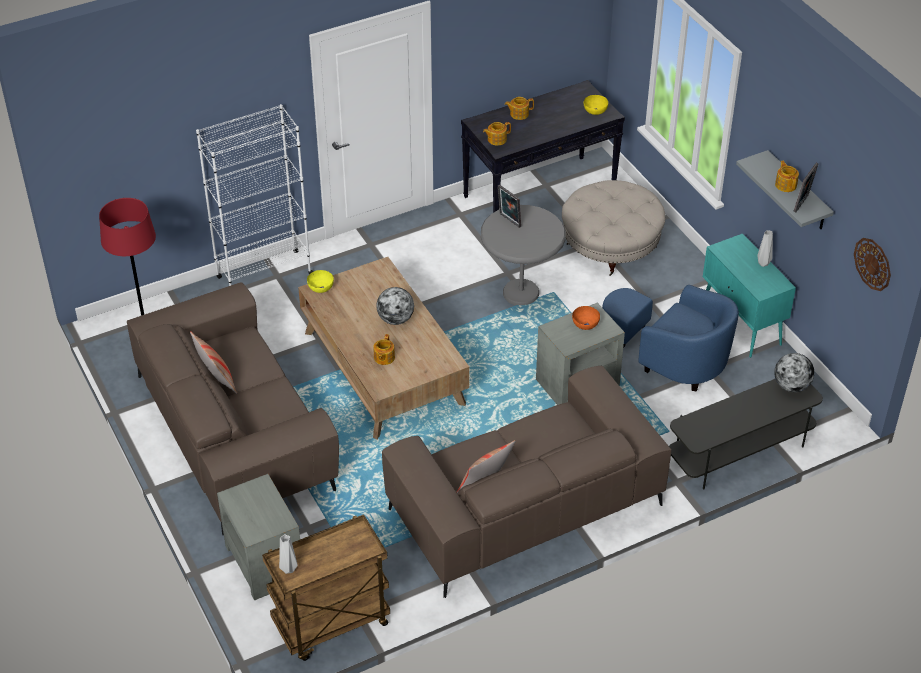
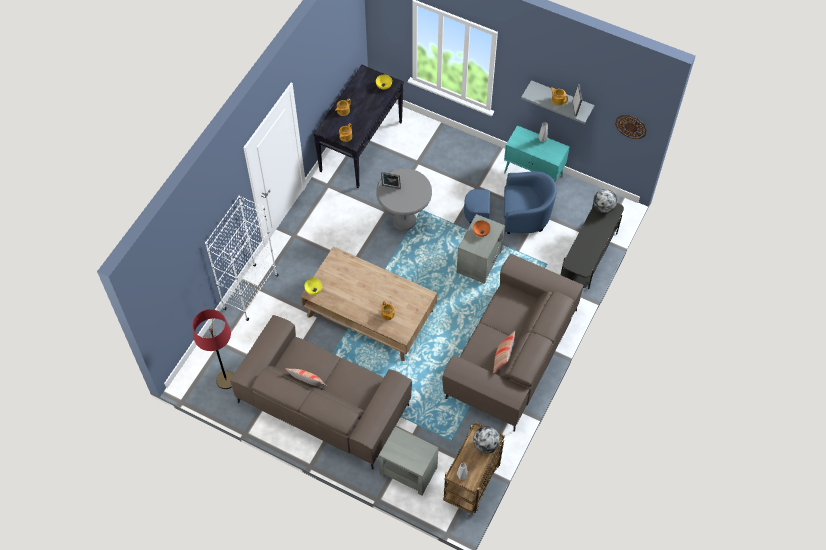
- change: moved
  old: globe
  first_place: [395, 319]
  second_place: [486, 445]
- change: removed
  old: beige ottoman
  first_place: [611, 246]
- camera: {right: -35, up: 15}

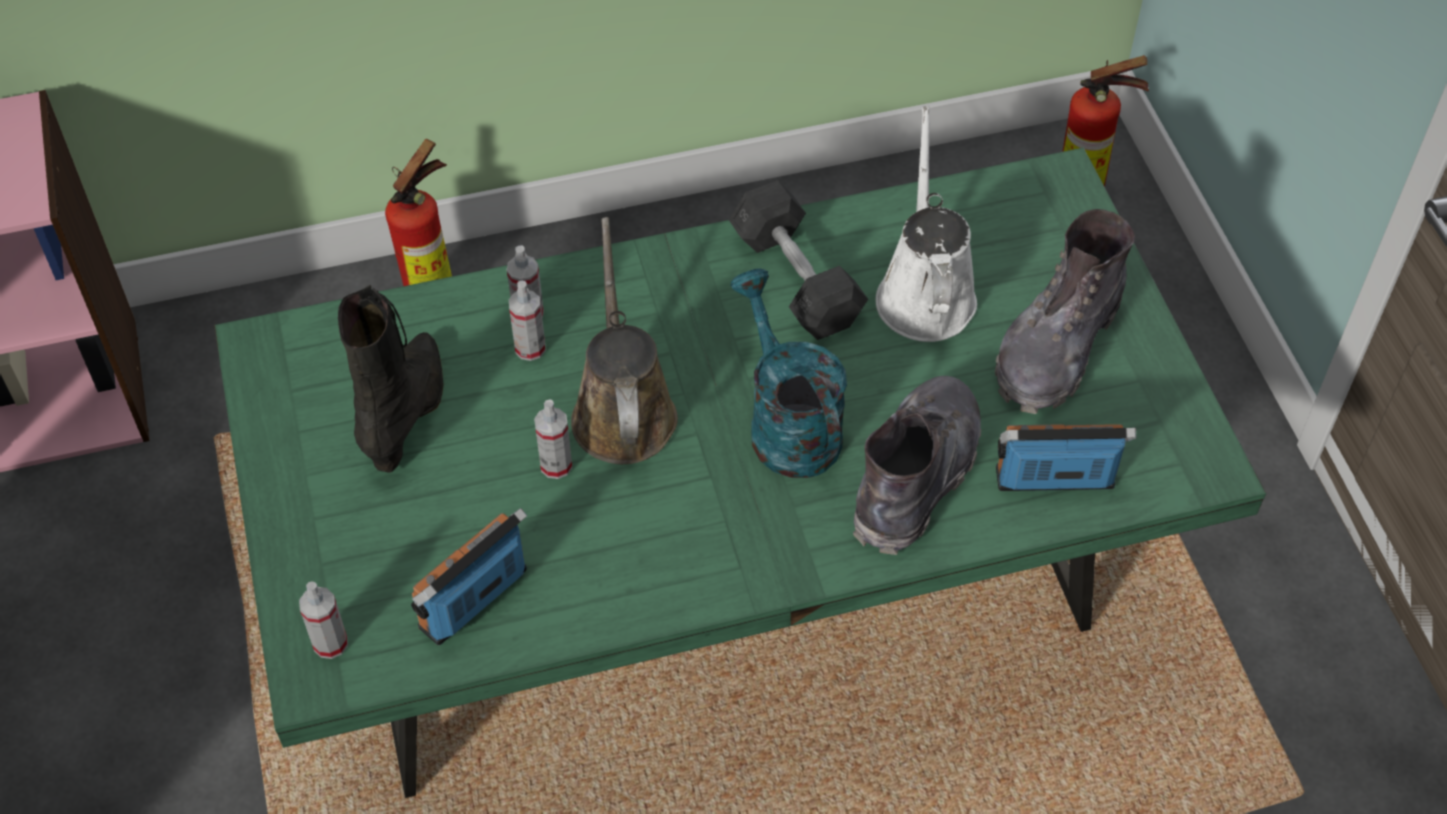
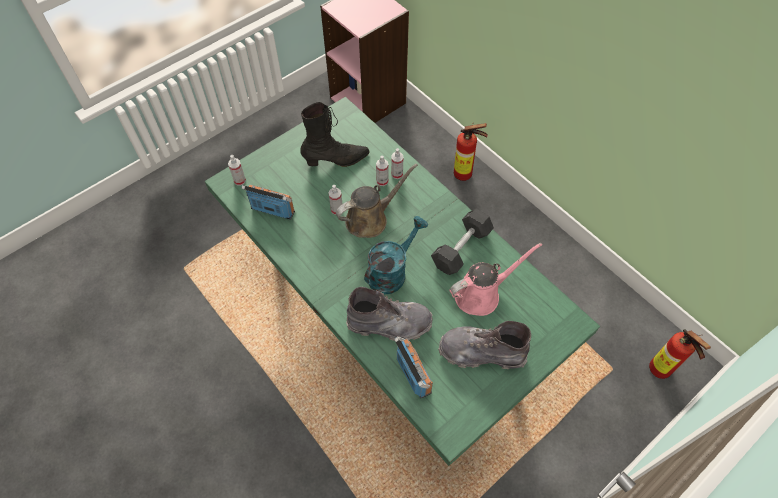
- change: recoloured
  old: white watering can
  new: pink watering can
  first_place: [924, 292]
  second_place: [481, 294]
- camera: {right: 65, up: 5}

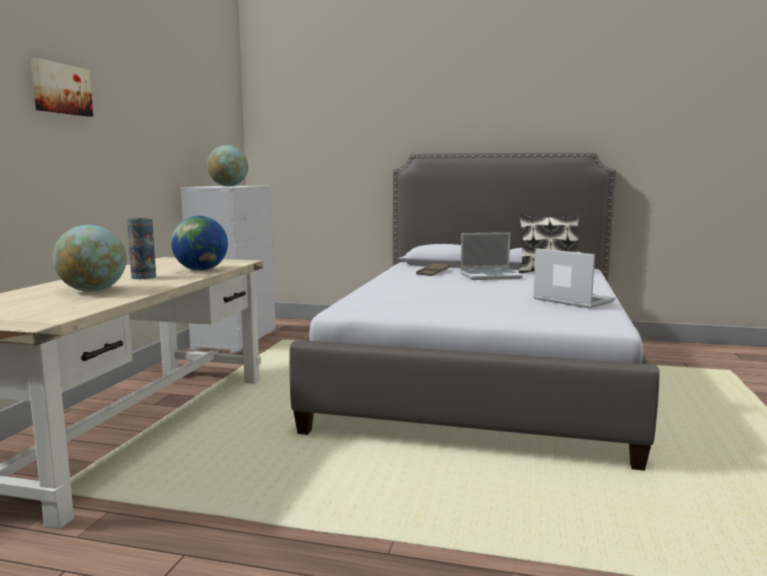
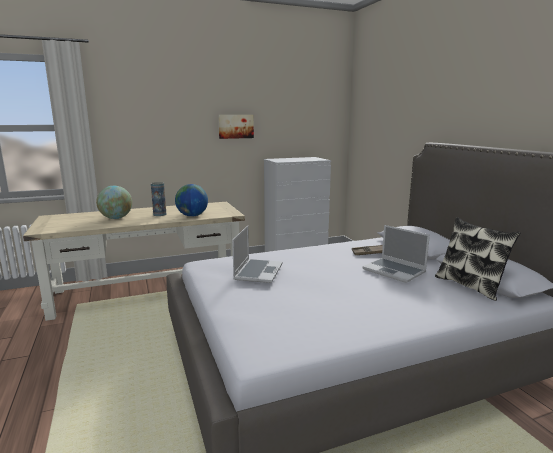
- change: moved
  old: picture
  first_place: [61, 89]
  second_place: [235, 126]
- change: moved
  old: laptop
  first_place: [571, 300]
  second_place: [258, 272]
- change: removed
  old: globe
  first_place: [228, 186]
- camera: {right: 55, up: 5}

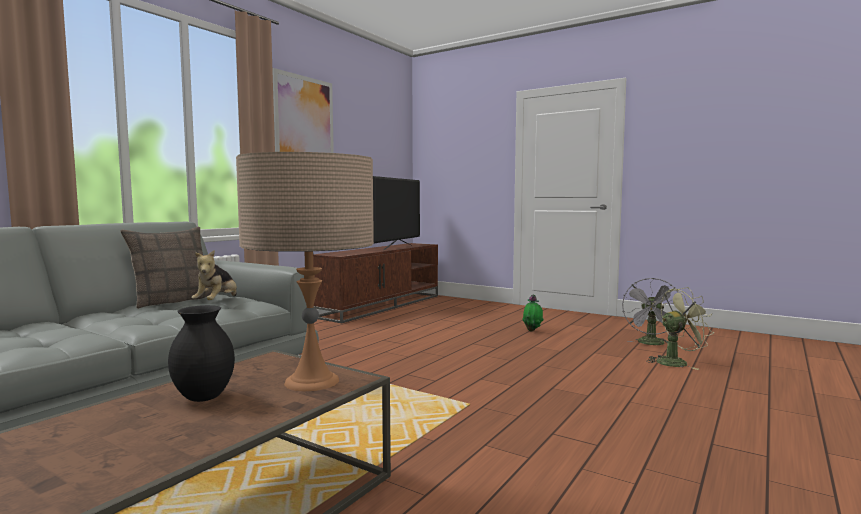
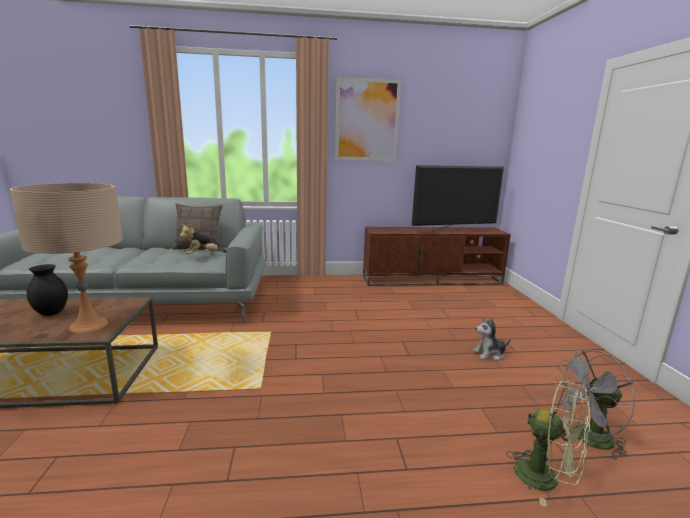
- change: replaced
  old: potted plant
  new: plush toy
  first_place: [532, 330]
  second_place: [489, 354]
- camera: {right: 50, up: 10}

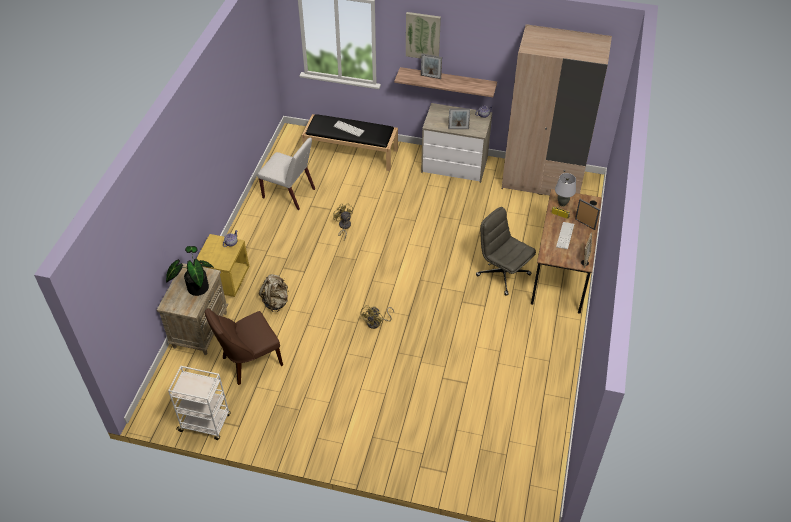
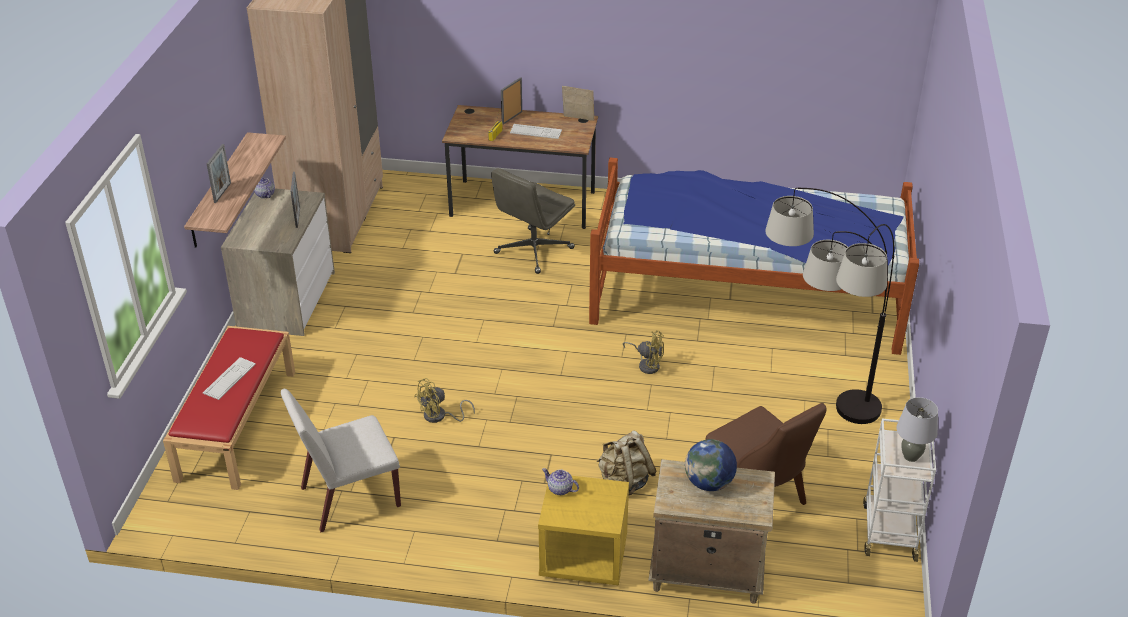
- change: recoloured
  old: black bench
  new: red bench
  first_place: [351, 153]
  second_place: [236, 424]
- change: turned
  old: white chair
  first_place: [289, 193]
  second_place: [349, 497]
  degrees: -135
- change: added
  new: bed
  second_place: [746, 295]
- change: replaced
  old: potted plant
  new: globe
  first_place: [195, 287]
  second_place: [709, 483]
- change: added
  new: floor lamp
  second_place: [818, 431]
- change: moved
  old: grey table lamp
  first_place: [562, 203]
  second_place: [911, 457]
- change: removed
  old: picture
  first_place: [423, 36]
- camera: {right: -95, up: -10}

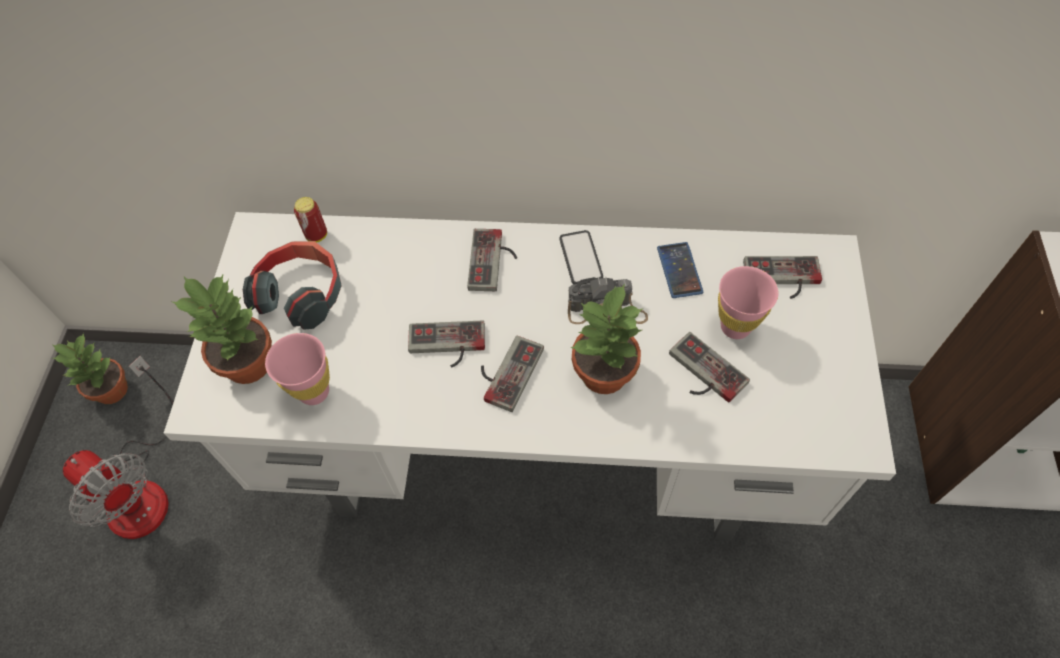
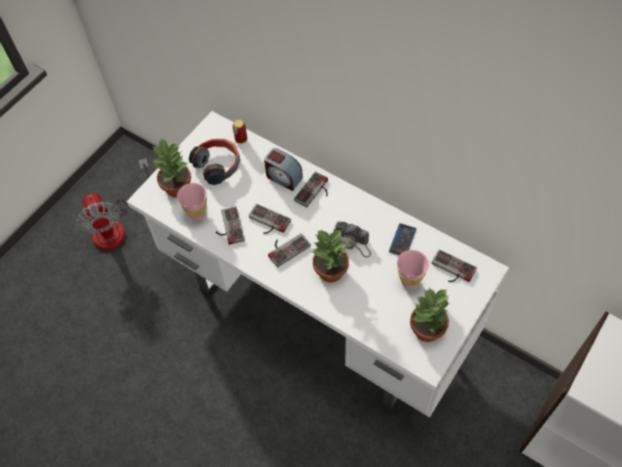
- change: moved
  old: game controller
  first_place: [702, 374]
  second_place: [228, 227]
- change: added
  new: alarm clock
  second_place: [283, 177]
- change: moved
  old: potted plant
  first_place: [112, 391]
  second_place: [427, 330]
- change: removed
  old: phone
  first_place: [580, 258]
- camera: {right: 30, up: 0}

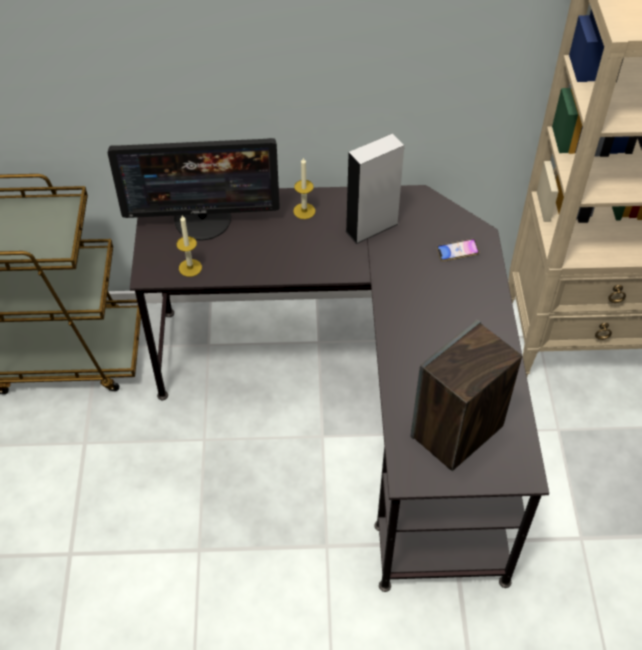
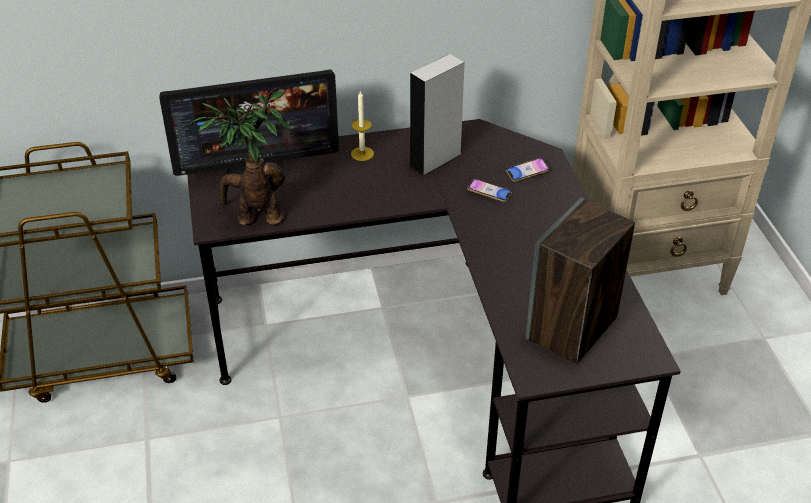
- change: replaced
  old: candle
  new: potted plant
  first_place: [190, 268]
  second_place: [255, 216]
- change: added
  new: phone
  second_place: [489, 193]
- camera: {right: -10, up: -10}

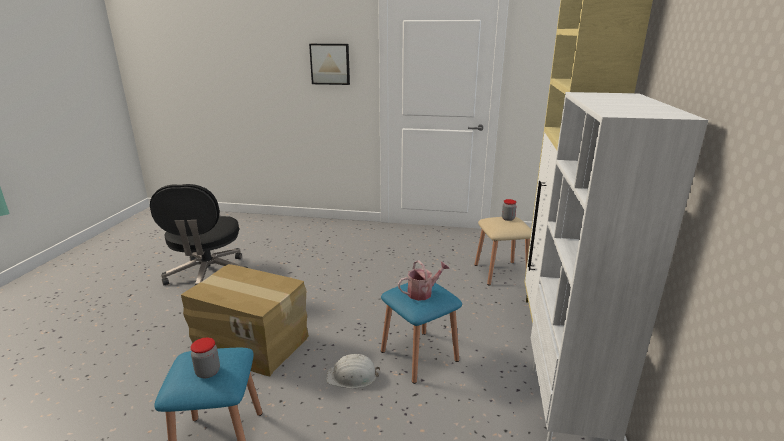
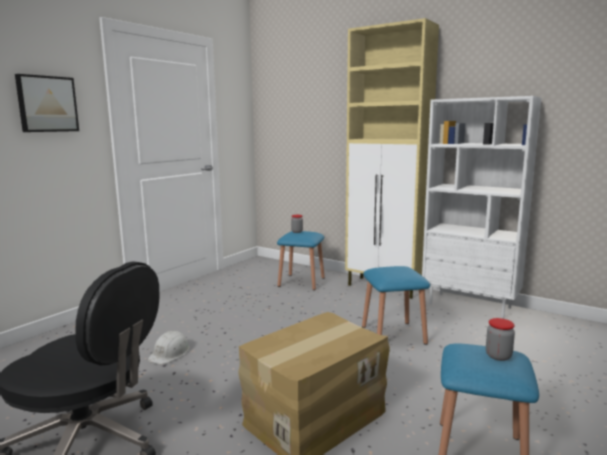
- change: moved
  old: white hard hat
  first_place: [352, 376]
  second_place: [170, 353]
- change: recoloured
  old: beige stool
  new: blue stool
  first_place: [501, 273]
  second_place: [301, 282]
- change: removed
  old: watering can
  first_place: [423, 292]
- camera: {right: -65, up: -10}

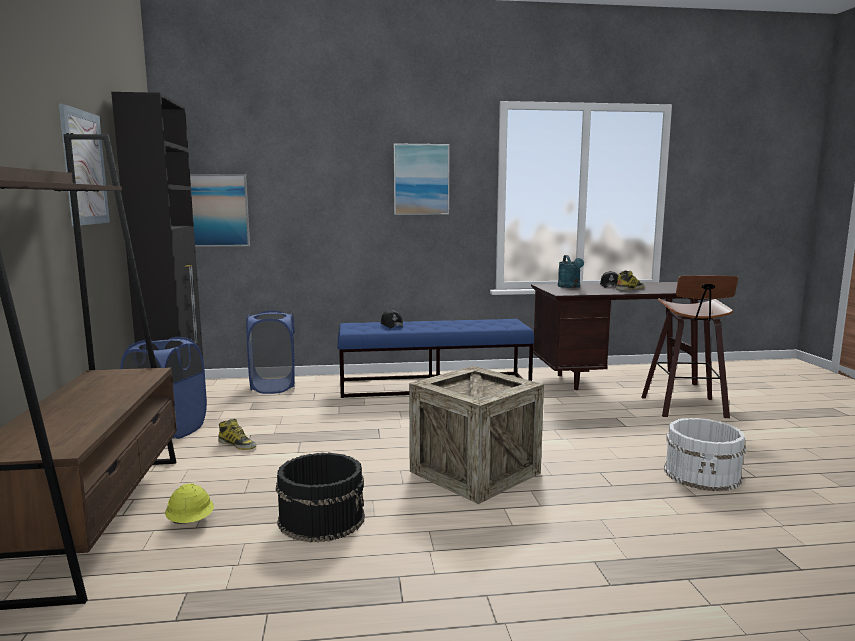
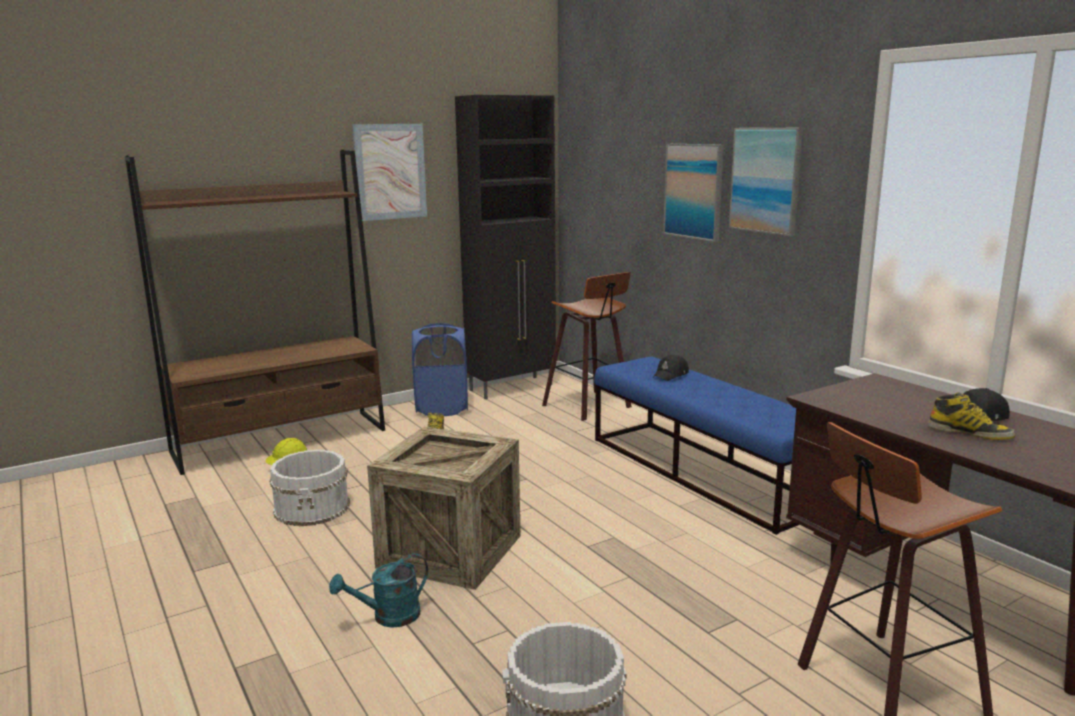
- change: recoloured
  old: black bucket
  new: white bucket
  first_place: [322, 519]
  second_place: [313, 508]
- change: moved
  old: turquoise watering can
  first_place: [570, 287]
  second_place: [388, 617]
- change: replaced
  old: blue laundry basket
  new: stool
  first_place: [273, 386]
  second_place: [590, 406]
- change: moved
  old: picture
  first_place: [218, 210]
  second_place: [694, 191]
- camera: {right: 65, up: 5}

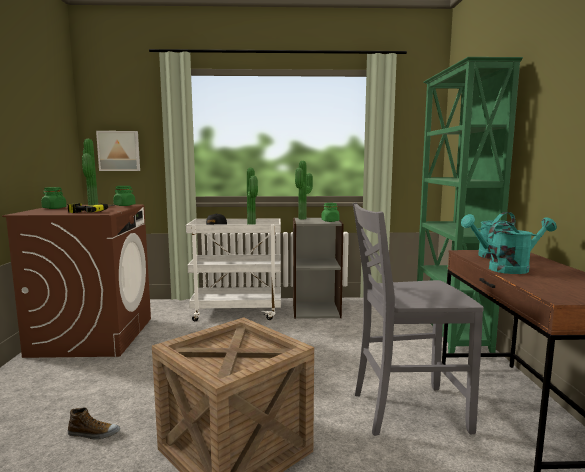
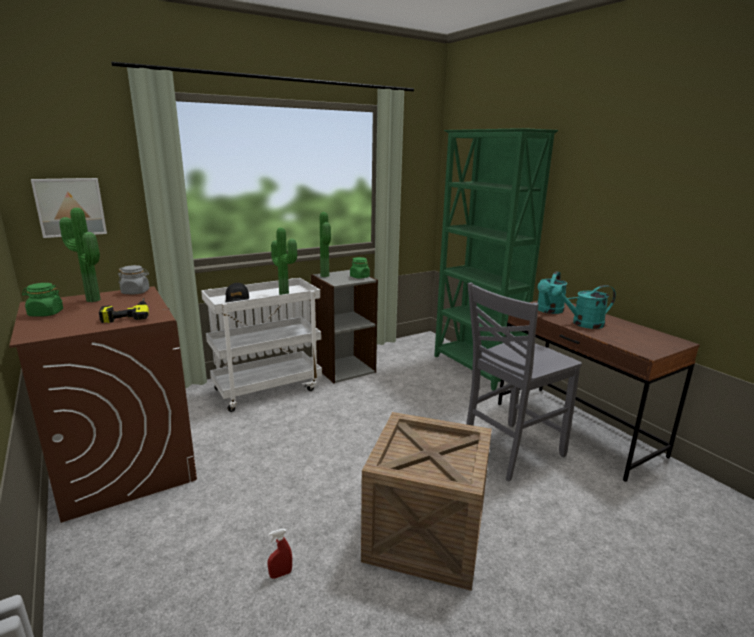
- change: recoloured
  old: green jar
  new: grey jar
  first_place: [124, 205]
  second_place: [136, 292]
- change: replaced
  old: shoe
  new: red spray bottle
  first_place: [93, 434]
  second_place: [280, 574]
- change: turned
  old: turquoise watering can
  first_place: [514, 268]
  second_place: [582, 324]
  degrees: -135
- camera: {right: -30, up: 10}

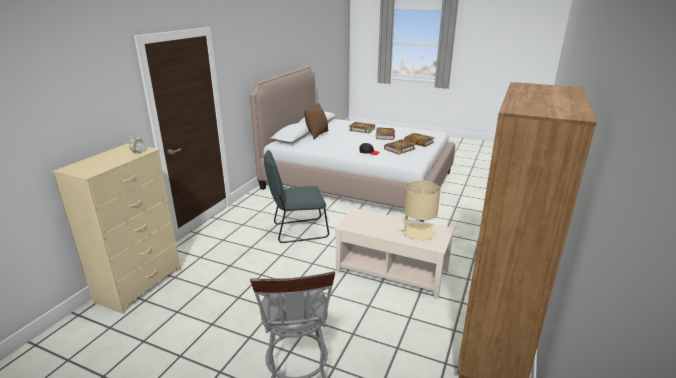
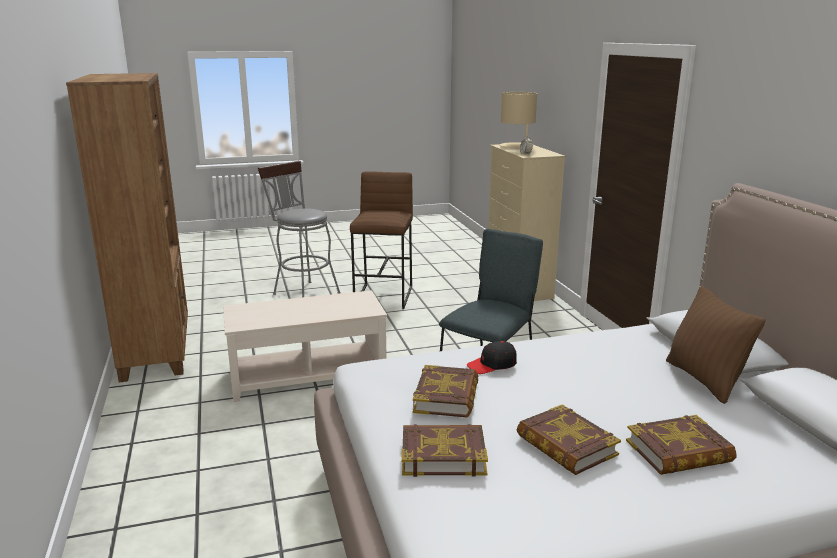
- change: added
  new: brown stool
  second_place: [384, 296]
- change: moved
  old: beige table lamp
  first_place: [418, 232]
  second_place: [517, 146]
- camera: {right: 140, up: -5}

